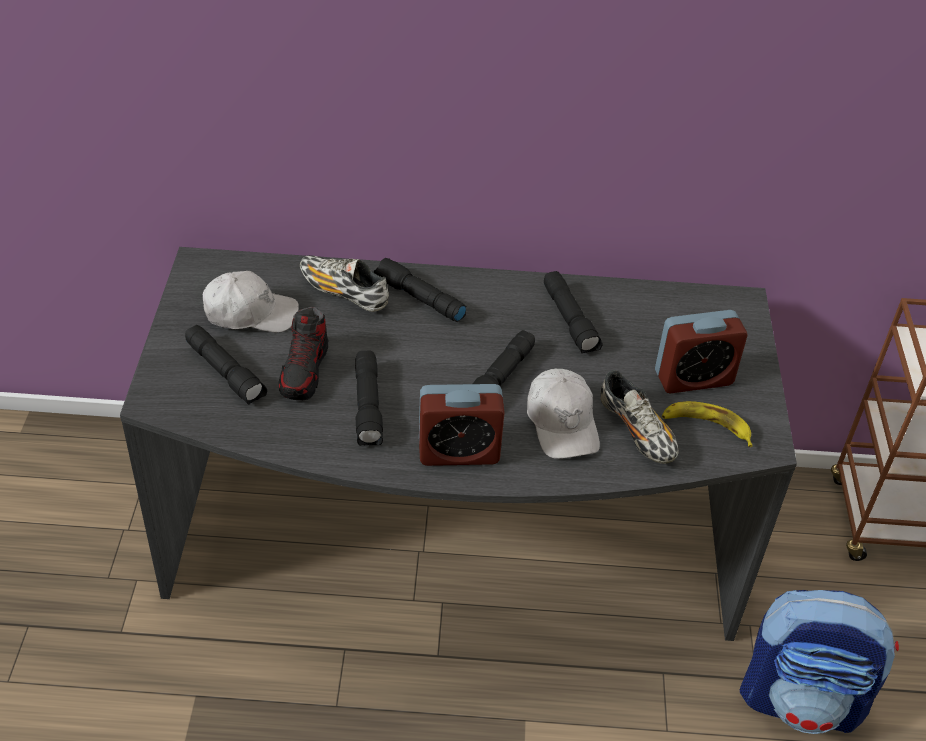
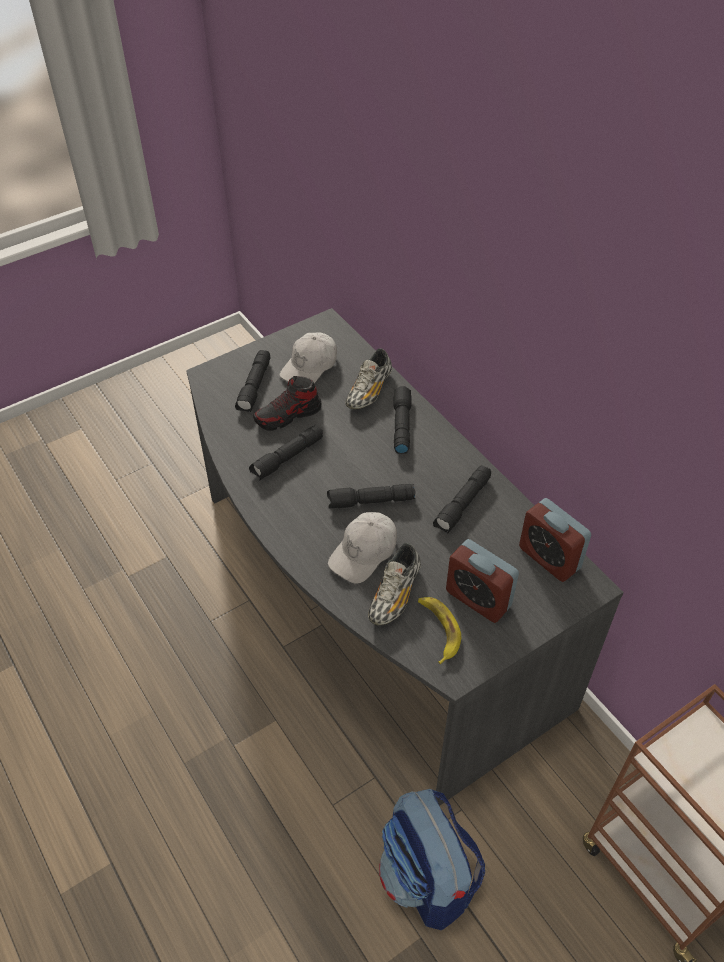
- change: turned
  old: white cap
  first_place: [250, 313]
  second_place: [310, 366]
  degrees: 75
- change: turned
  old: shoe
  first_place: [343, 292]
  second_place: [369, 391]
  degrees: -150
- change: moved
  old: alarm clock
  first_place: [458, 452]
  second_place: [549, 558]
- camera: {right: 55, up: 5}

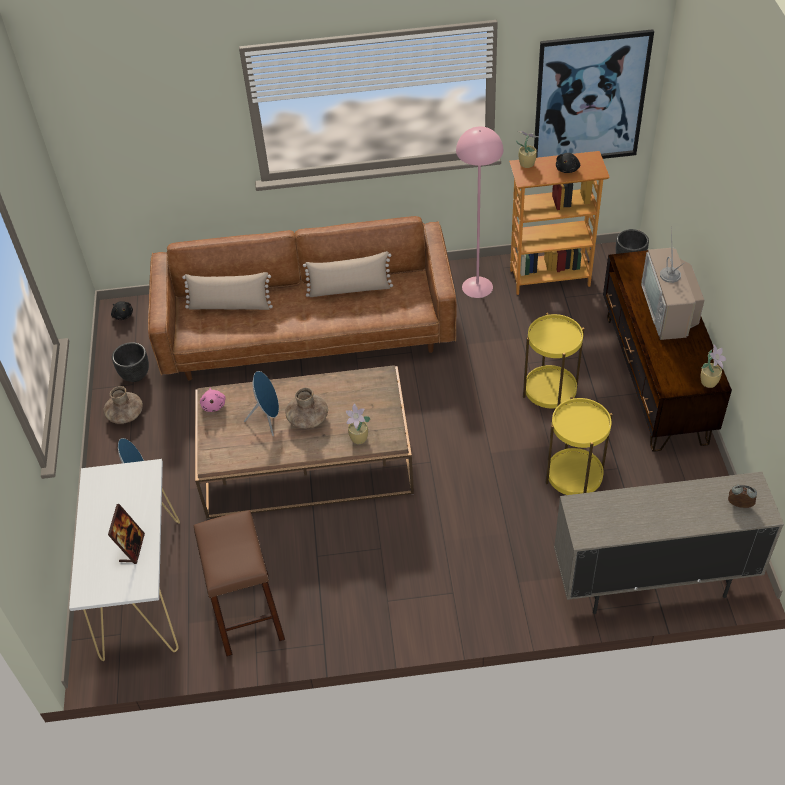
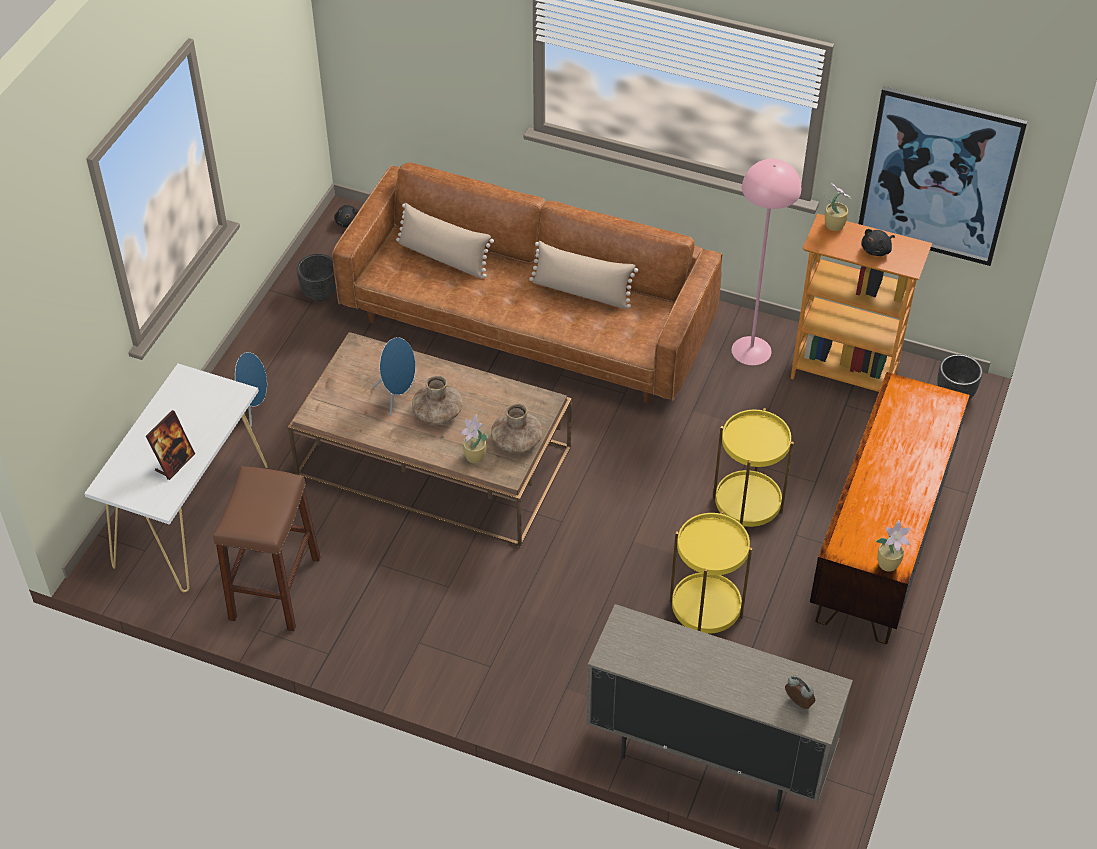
- change: moved
  old: brown vase
  first_place: [125, 415]
  second_place: [516, 441]
- change: removed
  old: pink plush toy
  first_place: [214, 405]
- change: removed
  old: television
  first_place: [669, 310]
- camera: {right: 25, up: 0}

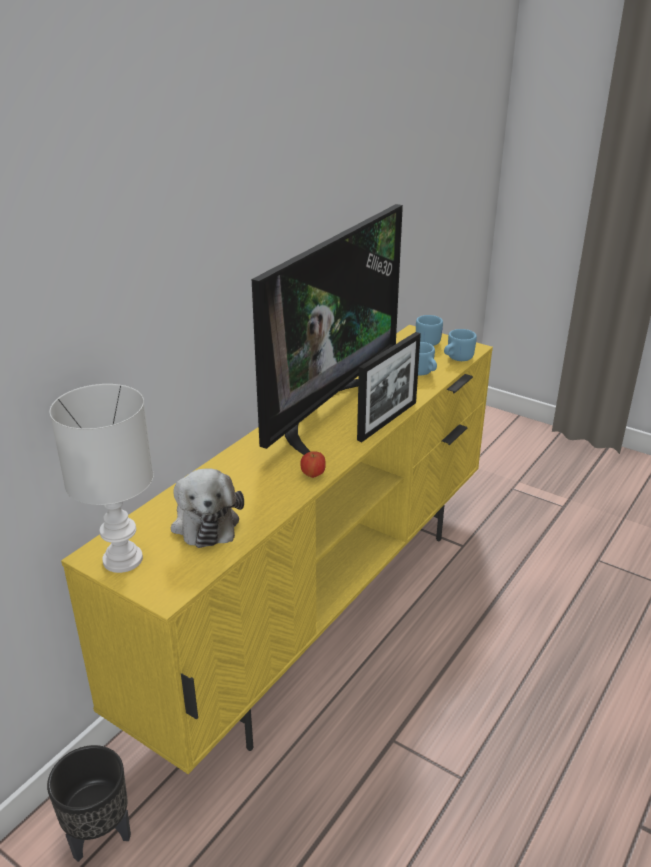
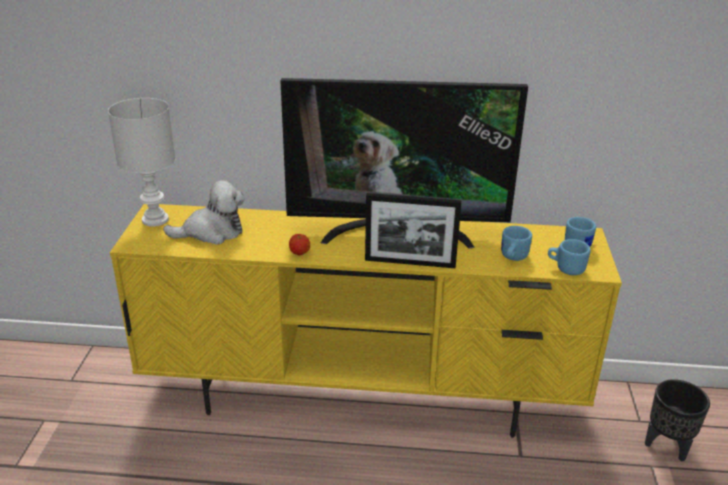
- change: turned
  old: plush toy
  first_place: [205, 522]
  second_place: [212, 232]
  degrees: -150
- change: moved
  old: black planter
  first_place: [99, 836]
  second_place: [666, 445]
- camera: {right: 60, up: 0}

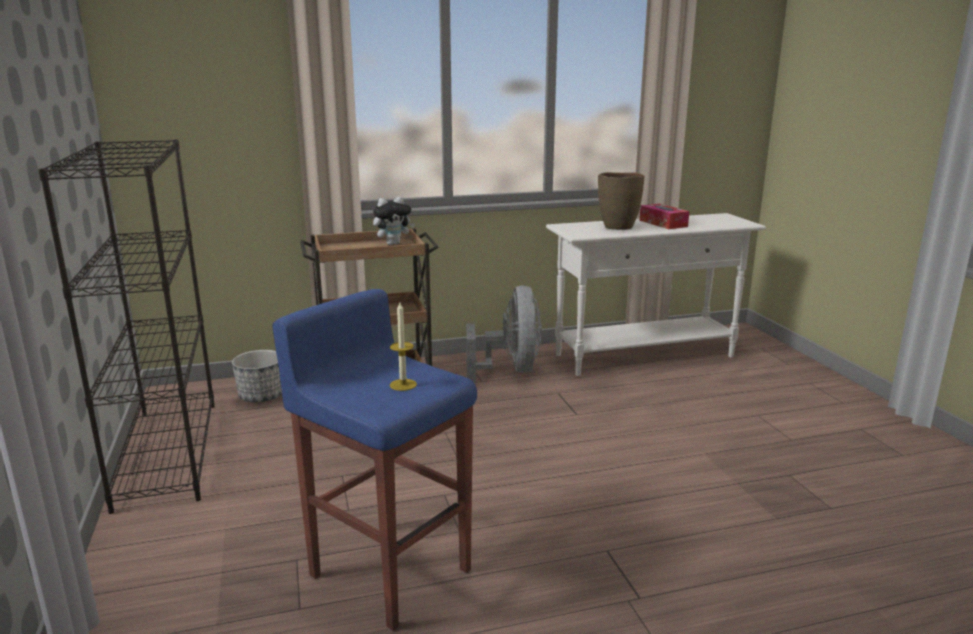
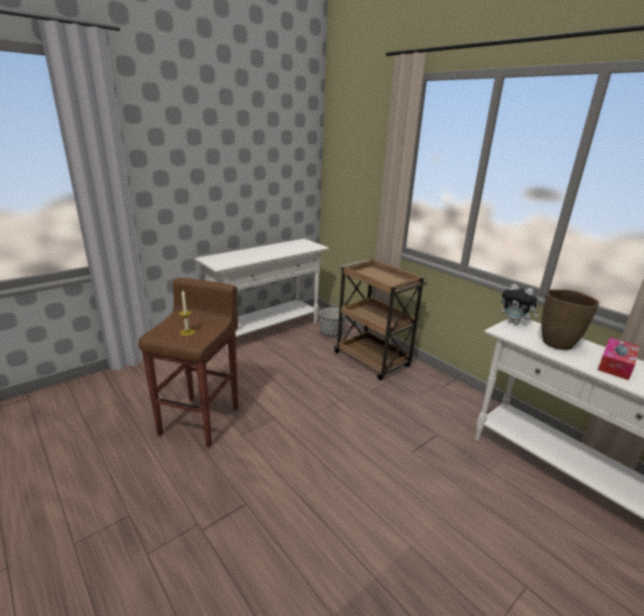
- change: recoloured
  old: blue stool
  new: brown stool
  first_place: [390, 570]
  second_place: [201, 420]
- change: replaced
  old: black bookcase
  new: white console table
  first_place: [167, 452]
  second_place: [267, 330]
- change: moved
  old: plush toy
  first_place: [393, 243]
  second_place: [514, 323]
- change: removed
  old: grey fan
  first_place: [511, 370]
- camera: {right: 65, up: 5}

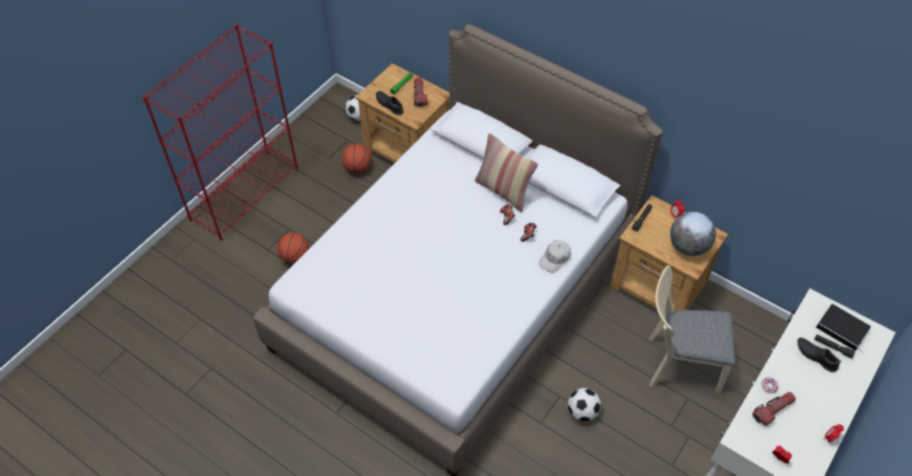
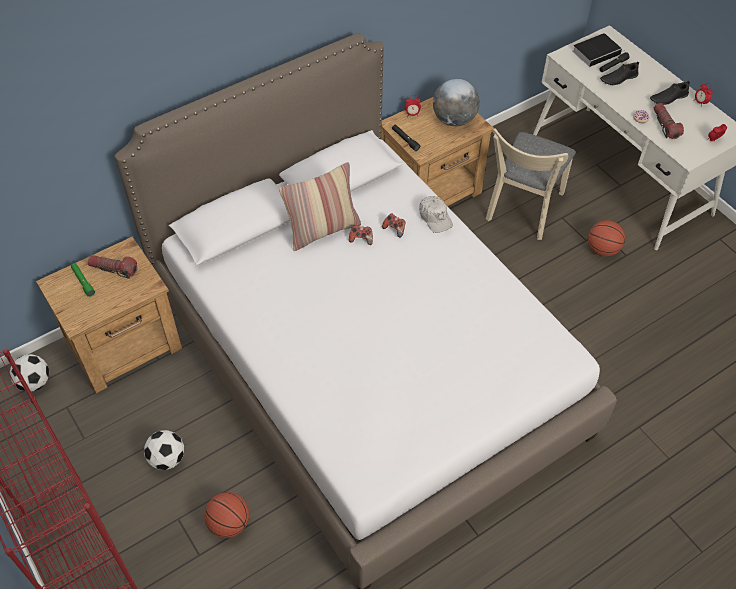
- change: moved
  old: football
  first_place: [582, 411]
  second_place: [167, 458]
- change: moved
  old: basketball
  first_place: [357, 168]
  second_place: [602, 249]
- change: moved
  old: black shoe
  first_place: [389, 105]
  second_place: [668, 98]
- camera: {right: -70, up: 0}

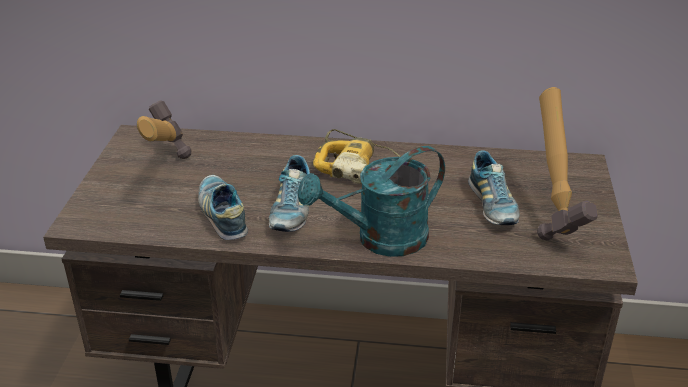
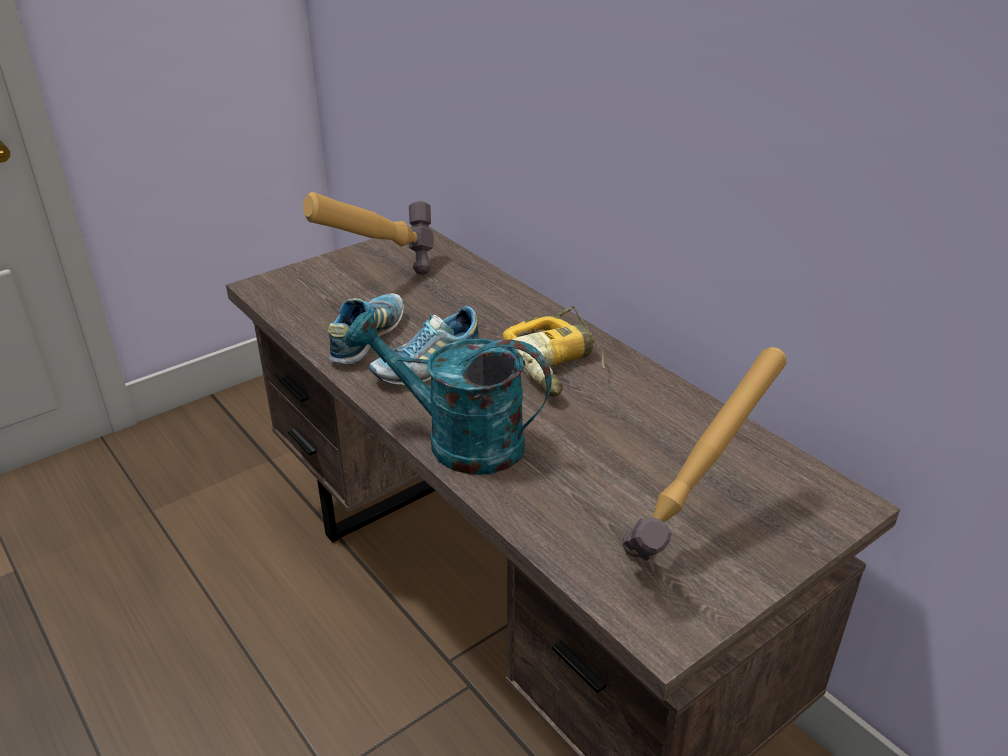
- change: removed
  old: shoe
  first_place: [492, 205]
- camera: {right: 45, up: 0}

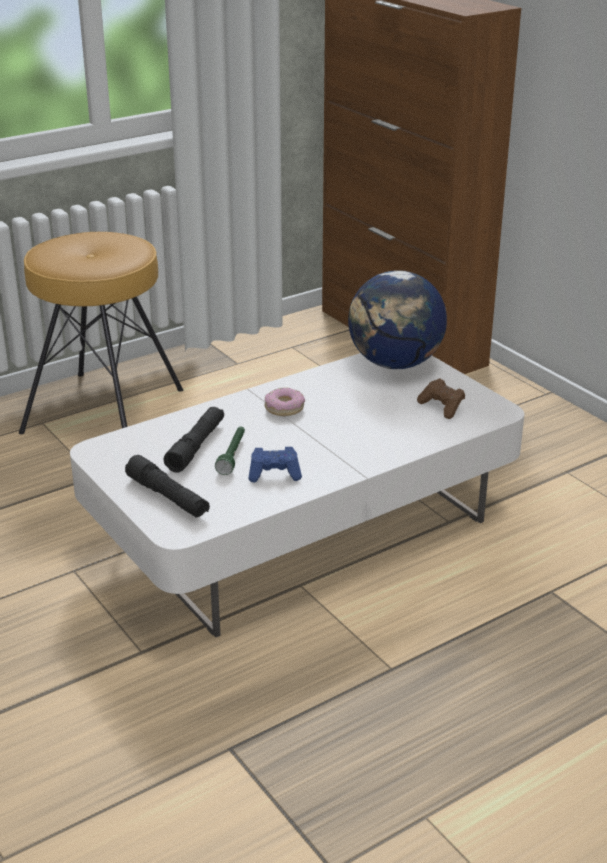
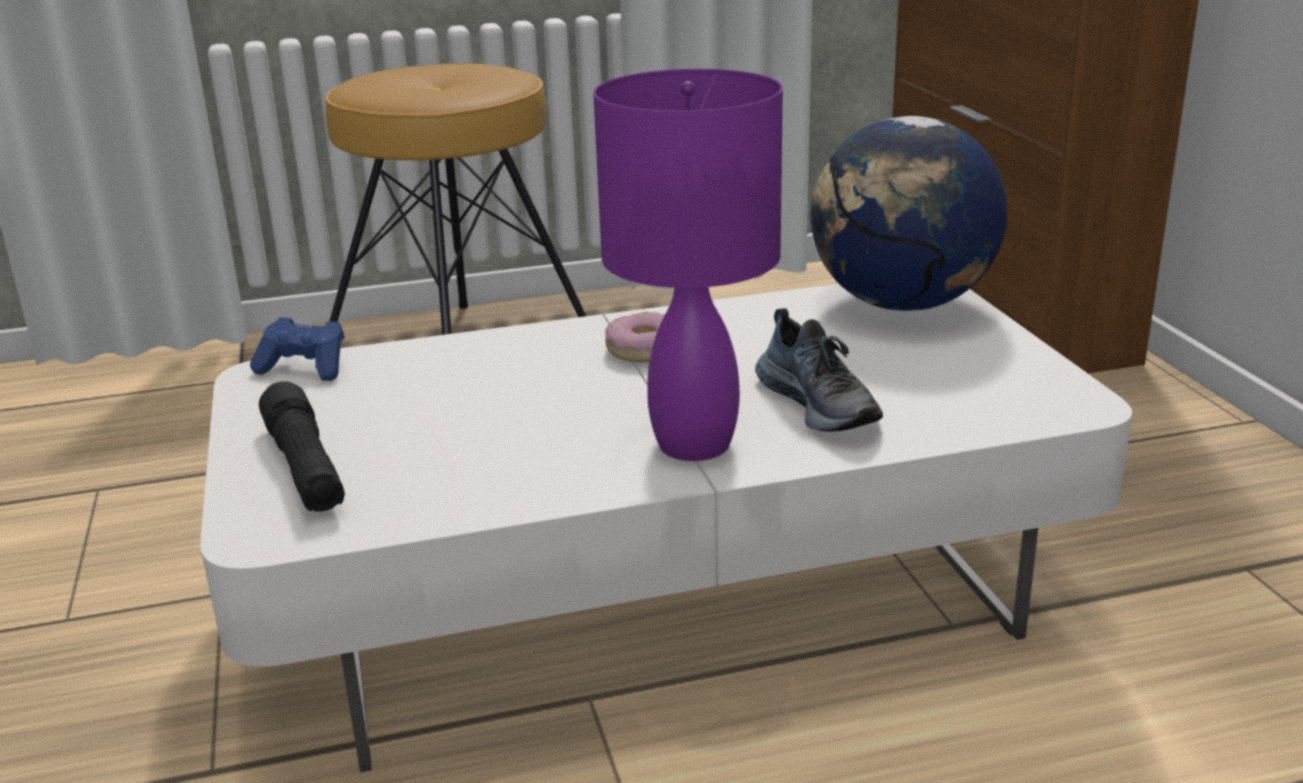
- change: moved
  old: blue game controller
  first_place: [274, 474]
  second_place: [305, 368]
- change: added
  new: purple table lamp
  second_place: [695, 445]
- change: added
  new: shoe
  second_place: [820, 404]
- change: removed
  old: black flashlight
  first_place: [196, 446]
- change: removed
  old: green flashlight
  first_place: [233, 455]
- change: removed
  old: brown game controller
  first_place: [442, 407]
- camera: {right: 20, up: -5}

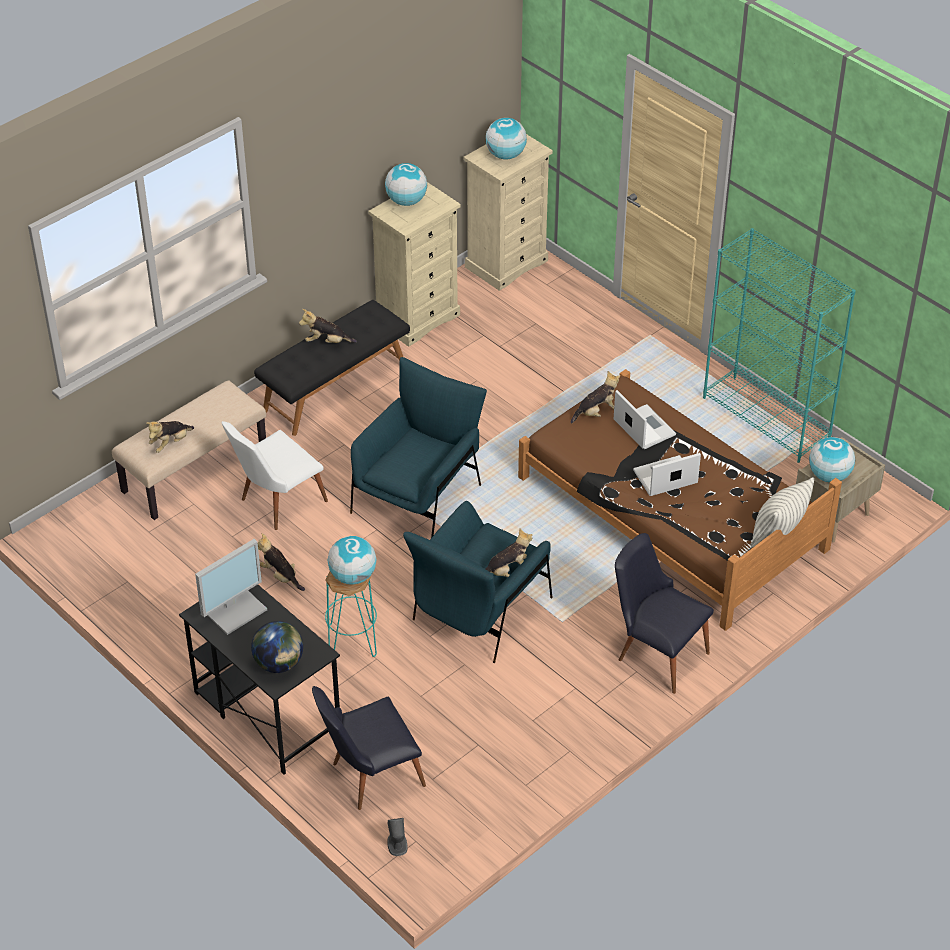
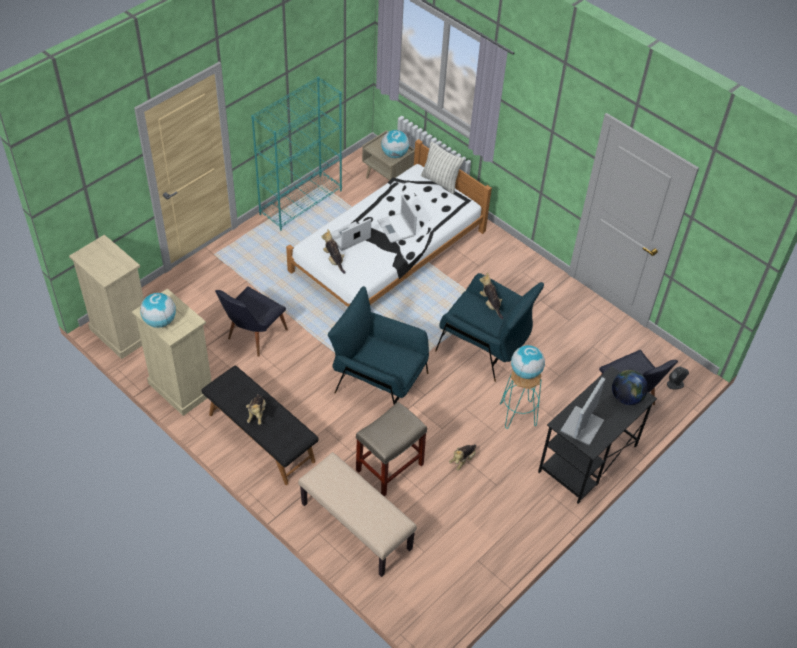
- change: moved
  old: black chair
  first_place: [656, 652]
  second_place: [252, 337]
- change: recoloured
  old: brown bed
  new: white bed
  first_place: [671, 513]
  second_place: [388, 250]
- change: replaced
  old: white chair
  new: beige stool
  first_place: [276, 503]
  second_place: [389, 468]
- change: turned
  old: monitor
  first_place: [234, 608]
  second_place: [582, 426]
  degrees: -105
- change: removed
  old: plush toy
  first_place: [170, 443]
- change: removed
  old: globe
  first_place: [506, 155]
- camera: {right: -95, up: 5}

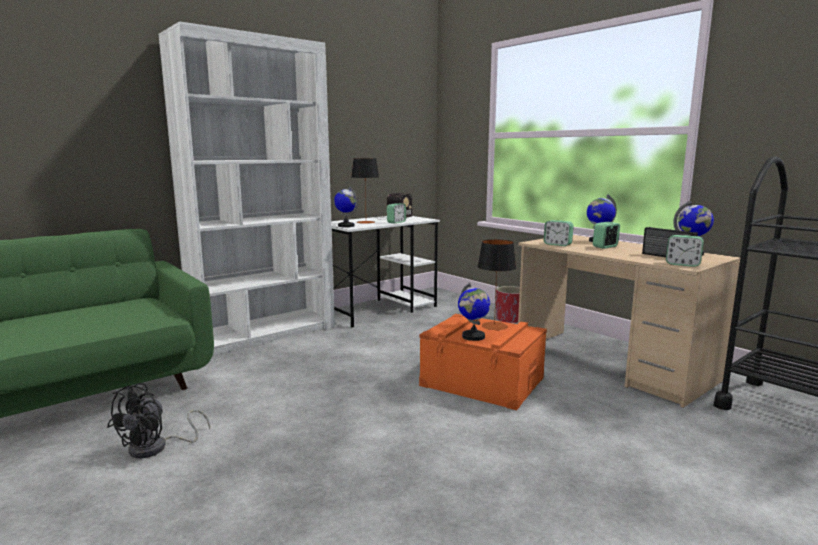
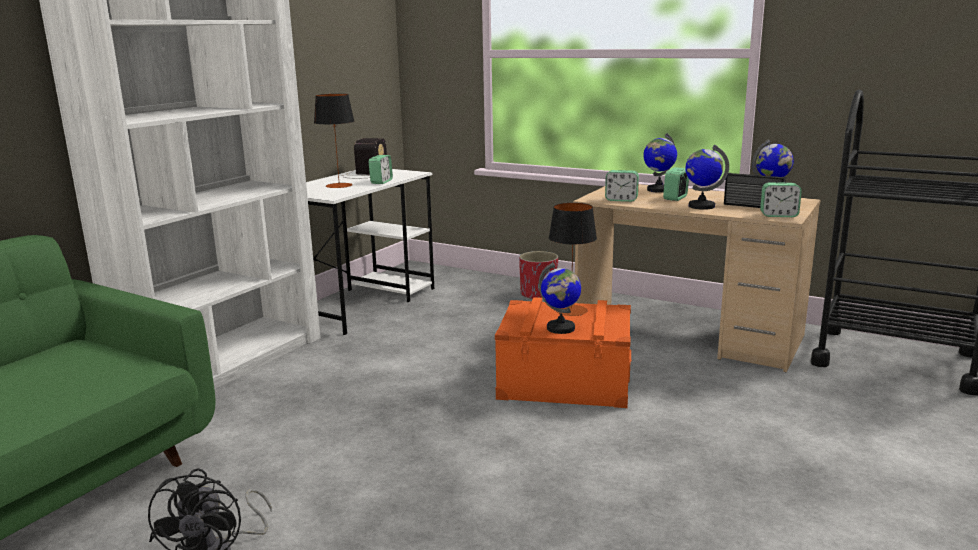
- change: moved
  old: globe
  first_place: [346, 226]
  second_place: [701, 206]
- camera: {right: -20, up: 5}

